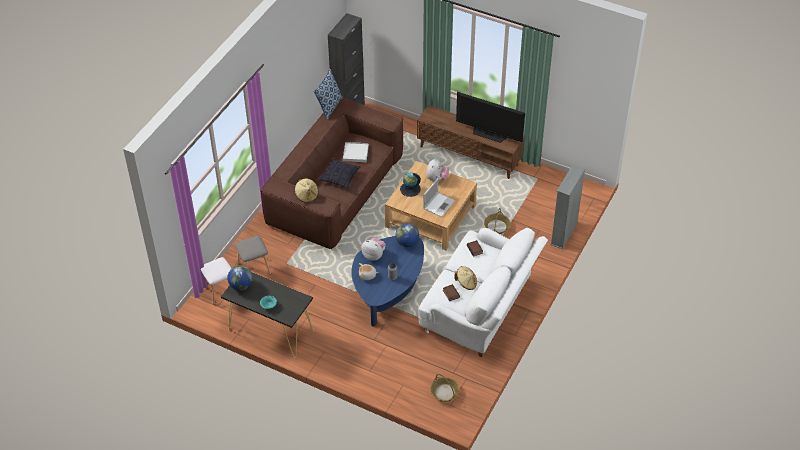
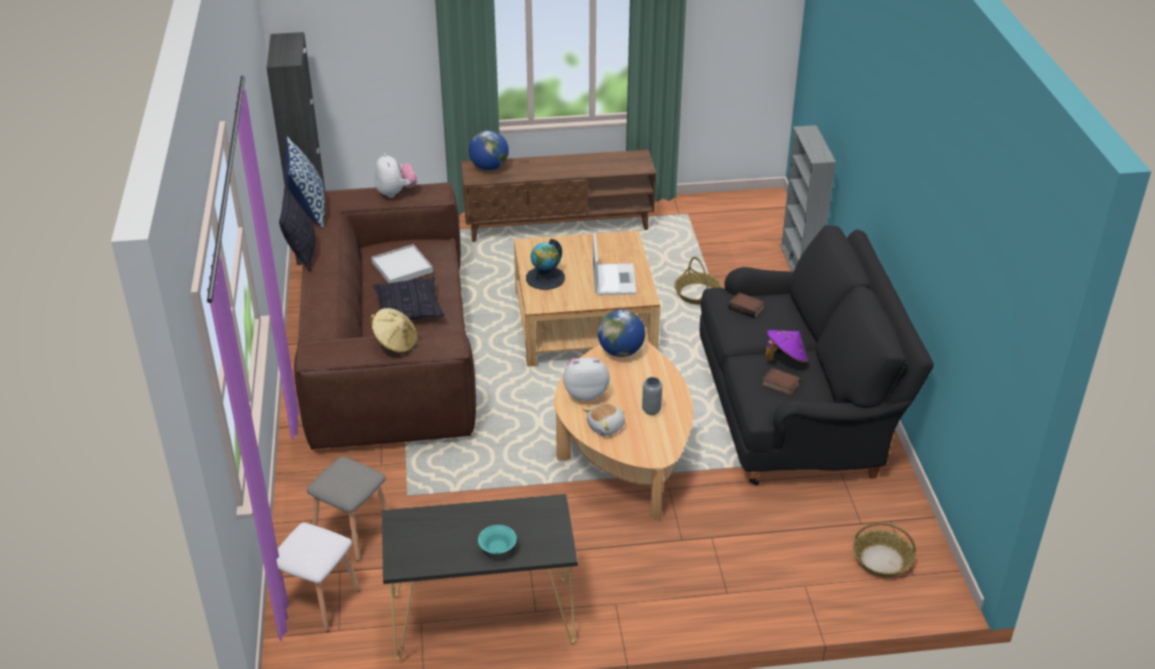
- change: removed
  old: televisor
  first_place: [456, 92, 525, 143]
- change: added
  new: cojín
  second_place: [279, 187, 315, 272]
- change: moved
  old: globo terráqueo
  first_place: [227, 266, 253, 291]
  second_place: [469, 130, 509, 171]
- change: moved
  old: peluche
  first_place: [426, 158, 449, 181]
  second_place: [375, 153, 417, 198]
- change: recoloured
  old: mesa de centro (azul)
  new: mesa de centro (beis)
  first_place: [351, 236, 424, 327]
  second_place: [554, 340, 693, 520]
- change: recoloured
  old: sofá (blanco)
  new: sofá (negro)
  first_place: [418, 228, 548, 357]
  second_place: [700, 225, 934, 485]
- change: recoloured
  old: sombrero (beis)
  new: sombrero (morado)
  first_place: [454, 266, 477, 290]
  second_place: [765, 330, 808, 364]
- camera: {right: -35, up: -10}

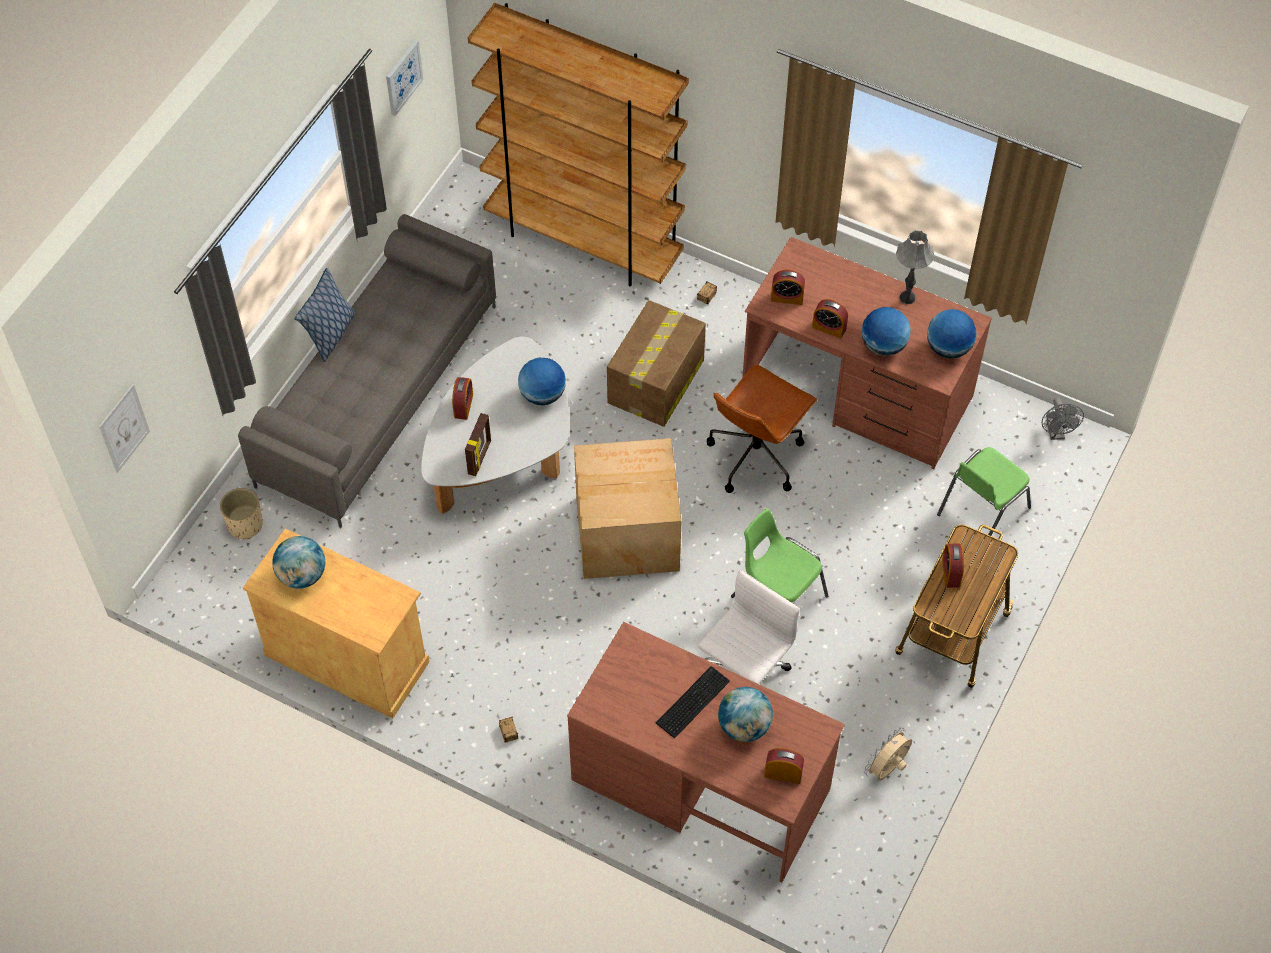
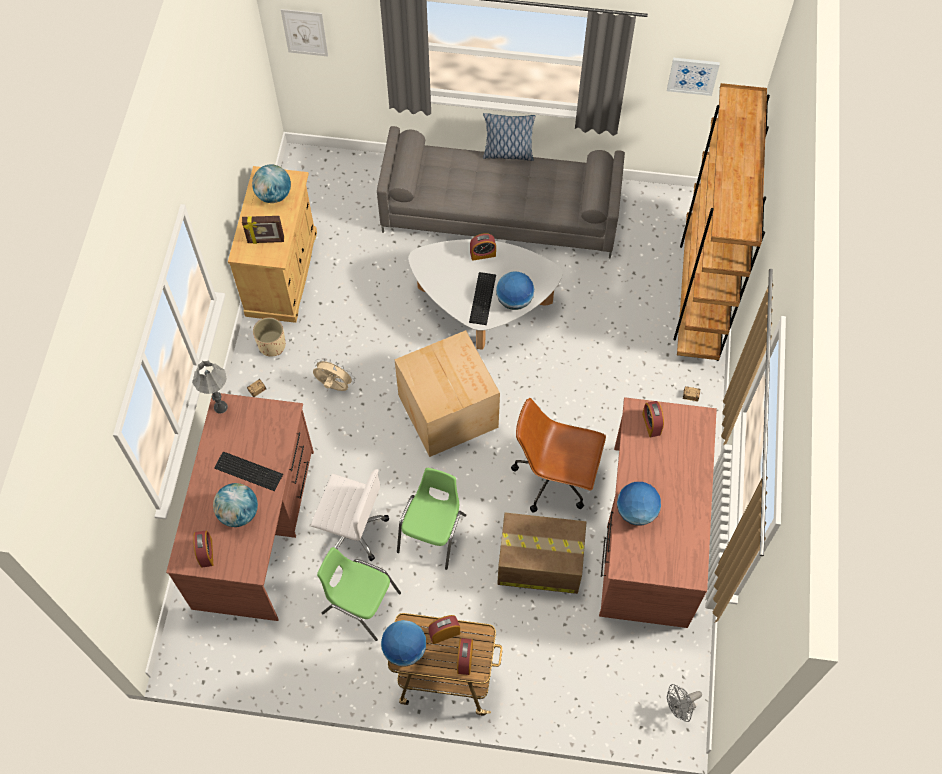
- change: added
  new: teclado
  second_place: [469, 272, 496, 325]
- change: moved
  old: maceta (beis)
  first_place: [220, 488, 263, 539]
  second_place: [253, 317, 286, 357]
- change: moved
  old: portarretratos
  first_place: [465, 413, 491, 476]
  second_place: [242, 216, 284, 244]
- change: moved
  old: caja de cartón
  first_place: [607, 300, 706, 427]
  second_place: [497, 512, 586, 594]
- change: moved
  old: despertador
  first_place: [812, 299, 848, 339]
  second_place: [457, 638, 473, 675]
- change: moved
  old: ventilador (beis)
  first_place: [864, 728, 912, 781]
  second_place: [313, 358, 355, 391]
- change: moved
  old: lámpara de mesa (gris)
  first_place: [896, 230, 935, 304]
  second_place: [192, 360, 228, 414]
- change: moved
  old: globo terráqueo
  first_place: [927, 309, 977, 359]
  second_place: [381, 620, 426, 667]
- change: moved
  old: silla (verde)
  first_place: [937, 447, 1031, 536]
  second_place: [317, 547, 401, 641]
- camera: {right: 70, up: 5}

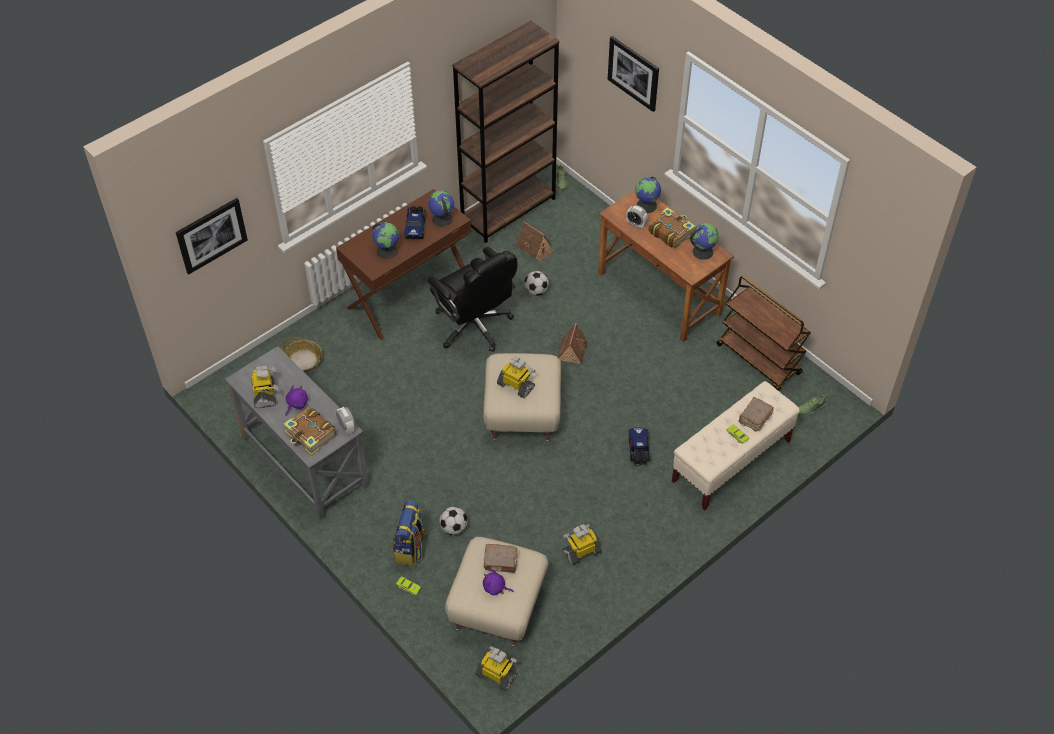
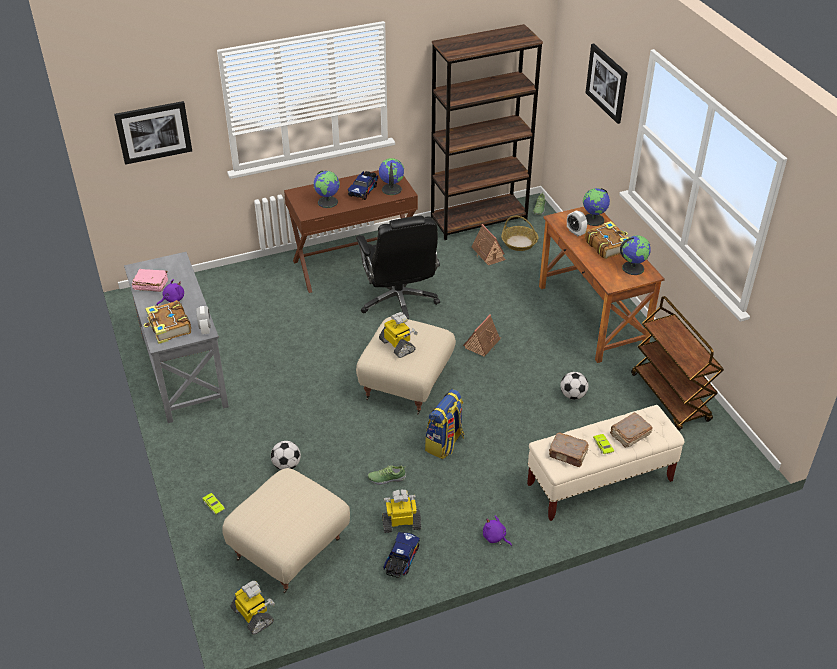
- change: moved
  old: cesta
  first_place: [282, 337, 322, 372]
  second_place: [501, 216, 538, 251]
- change: moved
  old: mochila
  first_place: [393, 500, 428, 566]
  second_place: [425, 389, 464, 459]
- change: moved
  old: libro (marrón)
  first_place: [483, 544, 518, 573]
  second_place: [549, 432, 589, 467]
- change: moved
  old: peluche (morado)
  first_place: [483, 569, 514, 595]
  second_place: [483, 516, 512, 546]
- change: moved
  old: balón de fútbol
  first_place: [524, 271, 549, 296]
  second_place: [560, 372, 588, 400]
- change: moved
  old: camión de juguete
  first_place: [629, 427, 650, 466]
  second_place: [383, 532, 420, 578]
- change: moved
  old: zapato
  first_place: [798, 395, 826, 416]
  second_place: [368, 465, 406, 485]
- change: replaced
  old: robot de juguete
  new: libro (rosa)
  first_place: [252, 365, 278, 408]
  second_place: [132, 269, 168, 292]
- camera: {right: 20, up: -10}

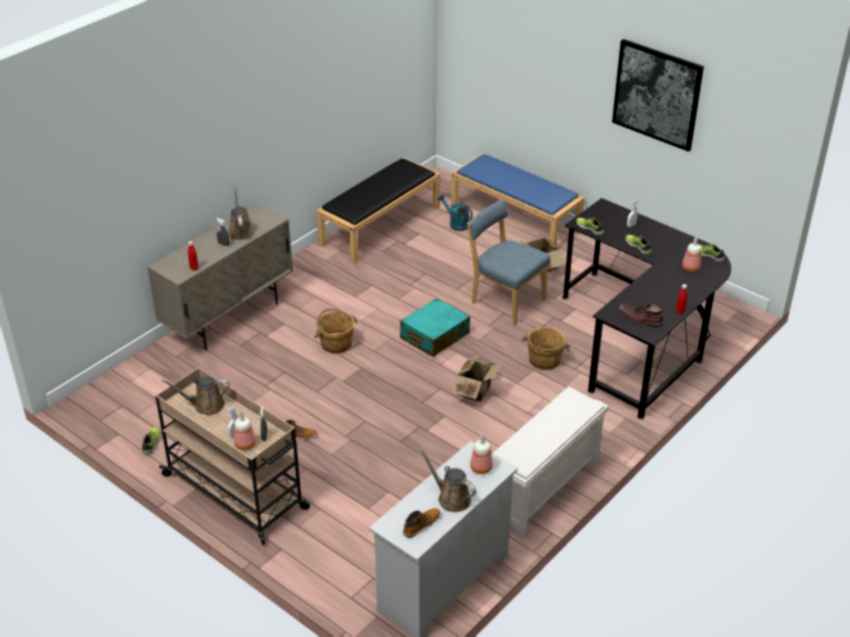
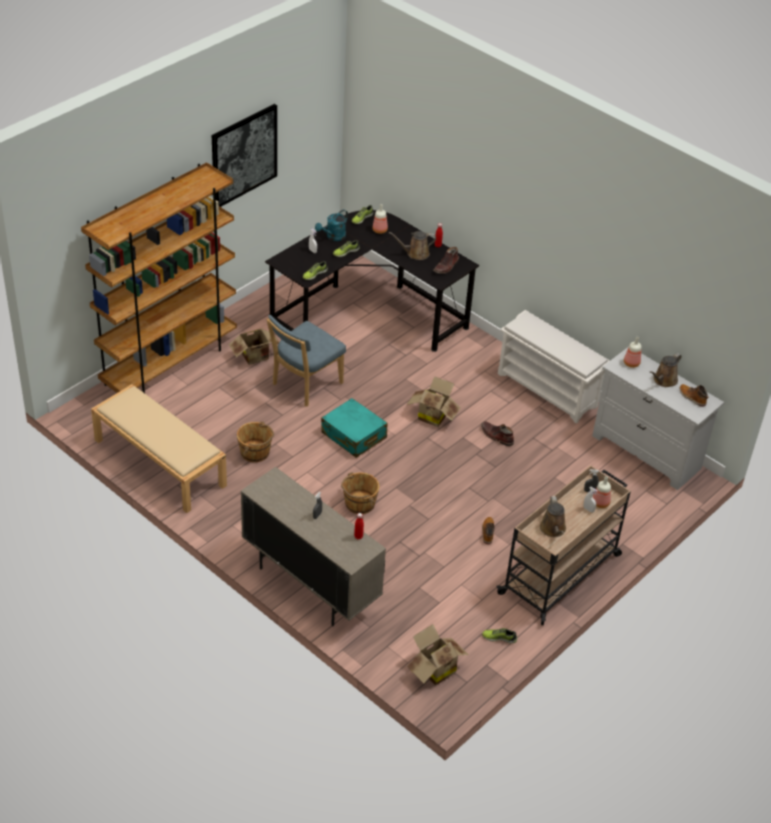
- change: added
  new: caja de cartón
  second_place: [407, 624, 468, 686]
- change: added
  new: bota (marrón)
  second_place: [481, 421, 514, 446]
- change: moved
  old: regadera (marrón)
  first_place: [228, 187, 254, 240]
  second_place: [389, 231, 436, 260]
- change: moved
  old: regadera (turquesa)
  first_place: [437, 194, 473, 231]
  second_place: [315, 210, 348, 241]
- change: moved
  old: cubo (marrón)
  first_place: [522, 327, 570, 370]
  second_place: [237, 421, 274, 462]
- change: replaced
  old: banco (azul)
  new: estantería (marrón)
  first_place: [451, 154, 585, 249]
  second_place: [81, 162, 237, 393]
- change: recoloured
  old: banco (negro)
  new: banco (beis)
  first_place: [316, 158, 440, 263]
  second_place: [91, 384, 227, 513]
- camera: {right: -90, up: 5}

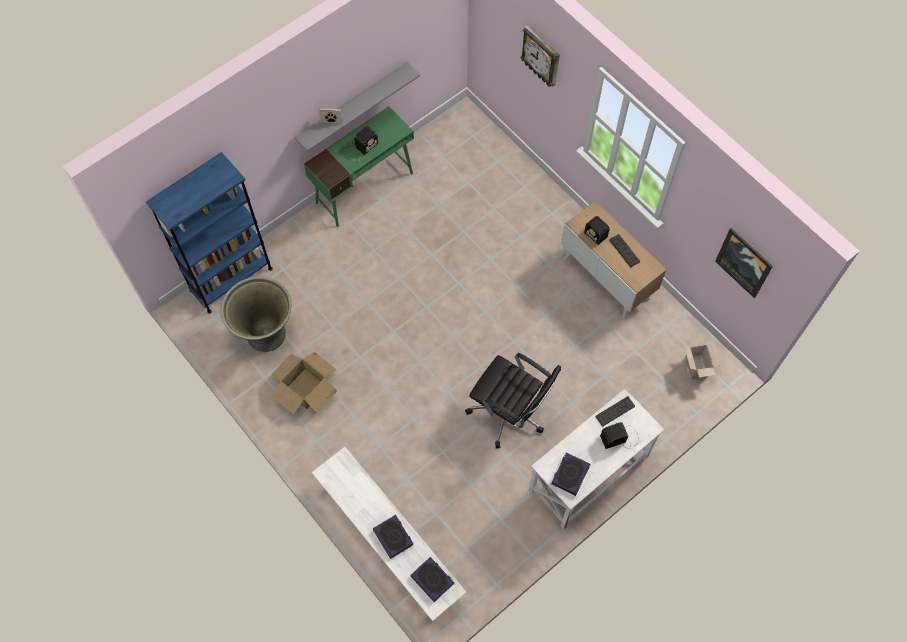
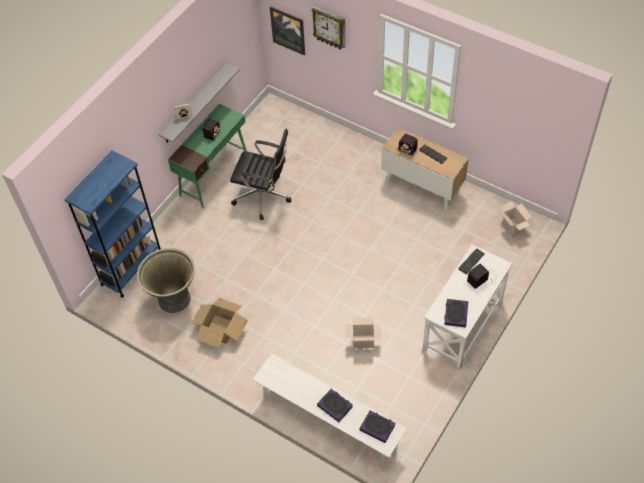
- change: added
  new: caja de cartón
  second_place: [346, 317, 382, 349]
- change: moved
  old: silla de oficina (negro)
  first_place: [465, 353, 561, 448]
  second_place: [230, 129, 291, 220]
- change: moved
  old: cuadro
  first_place: [715, 228, 773, 298]
  second_place: [270, 6, 305, 56]
- camera: {right: -15, up: -10}

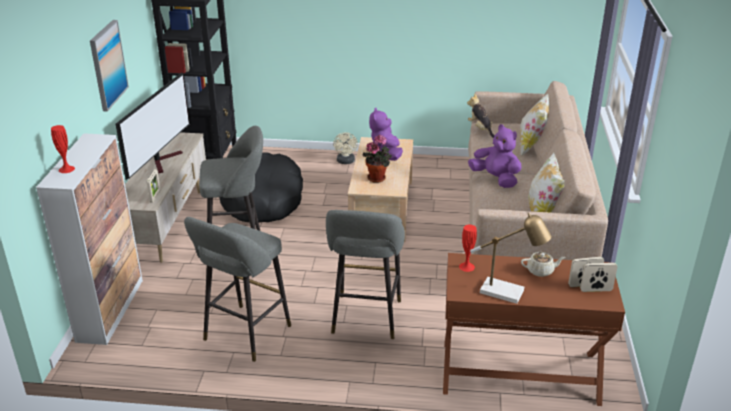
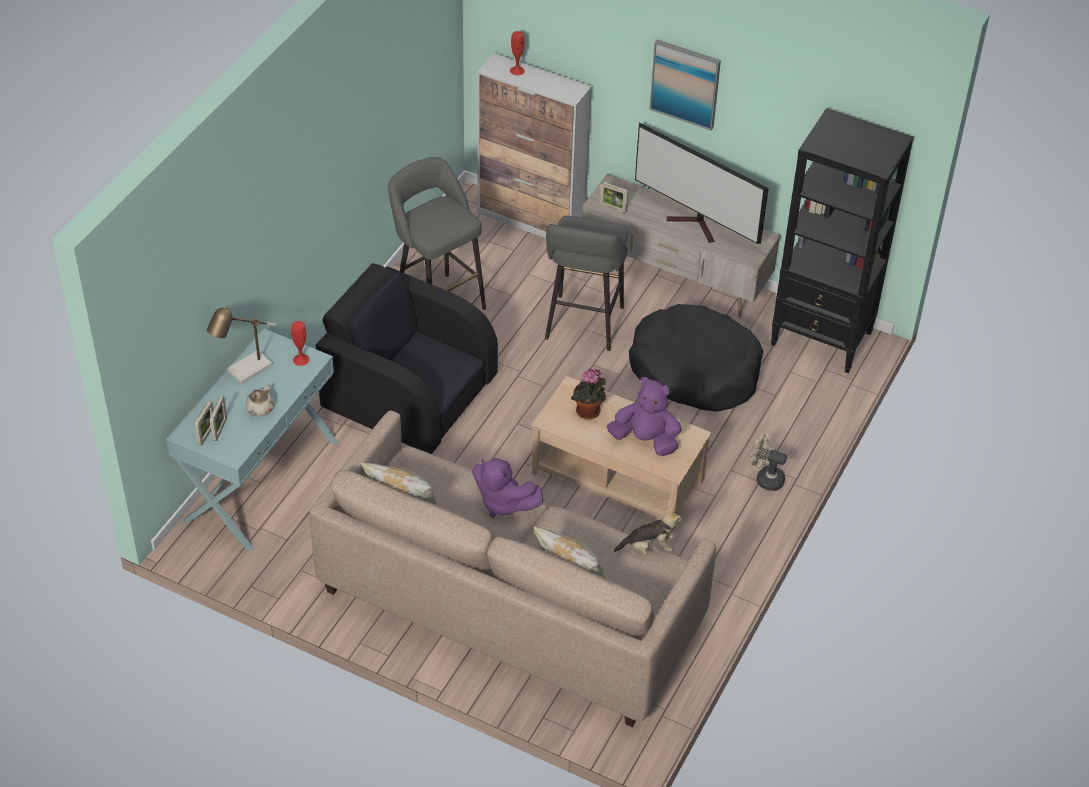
- change: replaced
  old: taburete (gris)
  new: sillón (negro)
  first_place: [326, 210, 405, 339]
  second_place: [315, 263, 498, 454]
- change: recoloured
  old: mesa consola (marrón)
  new: mesa consola (turquesa)
  first_place: [443, 253, 625, 406]
  second_place: [166, 329, 338, 551]
- change: turned
  old: peluche (morado)
  first_place: [468, 124, 521, 188]
  second_place: [472, 458, 543, 518]
  degrees: 60
- camera: {right: 110, up: 15}

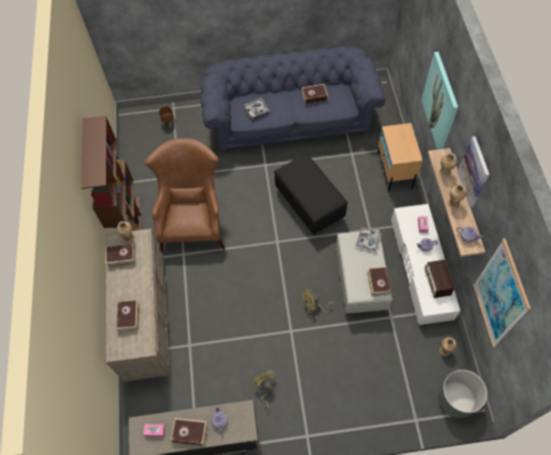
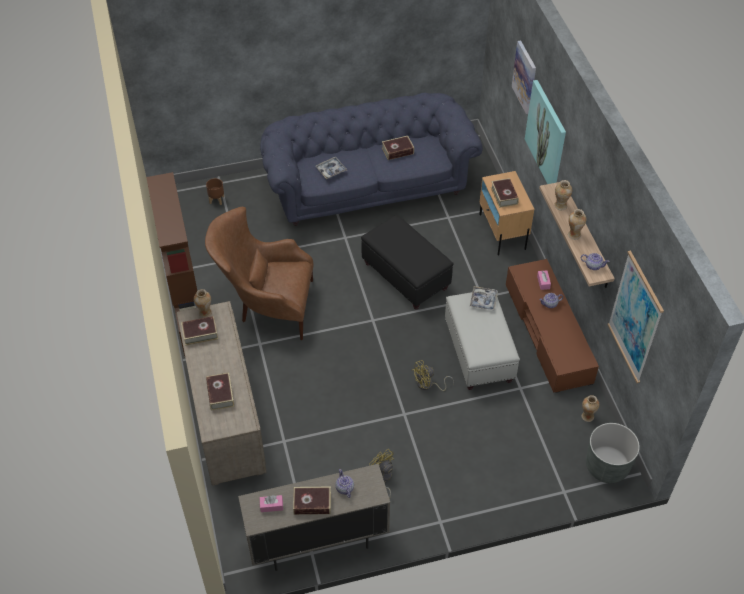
- change: removed
  old: radio
  first_place: [425, 260, 454, 298]
- change: moved
  old: libro
  first_place: [367, 266, 391, 297]
  second_place: [491, 178, 519, 208]
- change: moved
  old: cuadro
  first_place: [458, 136, 490, 207]
  second_place: [512, 40, 536, 114]
- change: recoloured
  old: mueble de televisión (blanco)
  new: mueble de televisión (marrón)
  first_place: [391, 204, 460, 325]
  second_place: [506, 259, 599, 393]
- change: turned
  old: sillón (marrón)
  first_place: [145, 138, 225, 253]
  second_place: [205, 207, 314, 340]
  degrees: -75
- camera: {right: -10, up: -10}

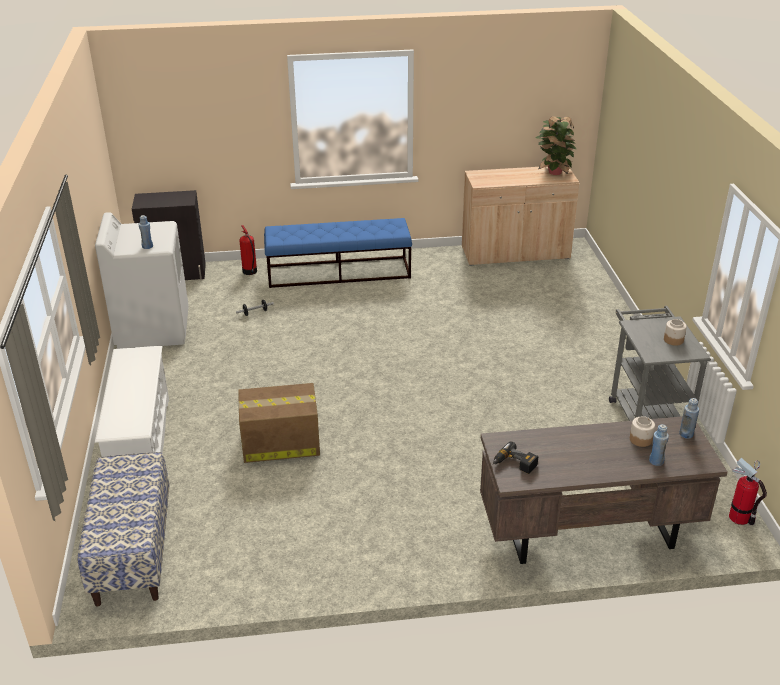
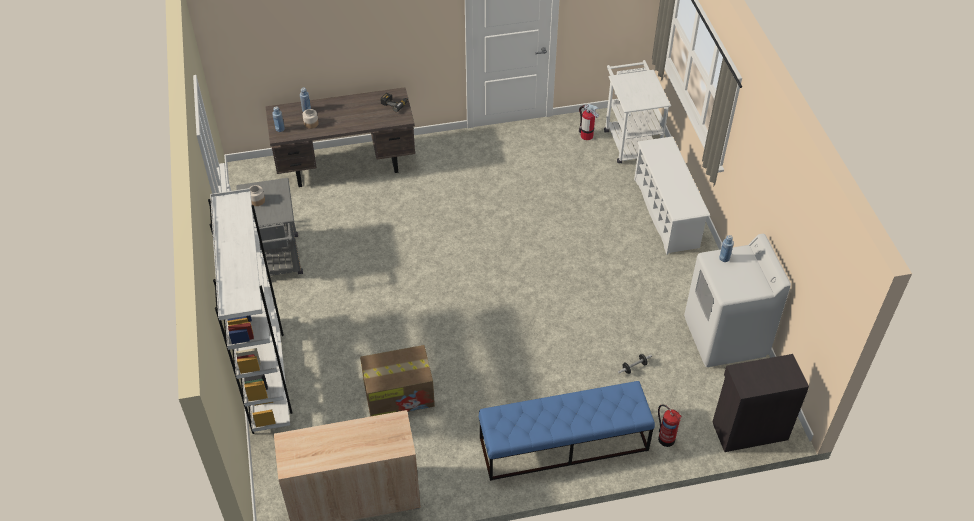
- change: removed
  old: planta en maceta
  first_place: [536, 116, 576, 175]
- change: added
  new: estantería (blanco)
  second_place: [208, 188, 292, 434]
- change: moved
  old: caja de cartón
  first_place: [238, 383, 320, 463]
  second_place: [360, 345, 435, 417]
- change: moved
  old: extintor
  first_place: [729, 458, 767, 525]
  second_place: [579, 104, 599, 140]
- change: replaced
  old: banco
  new: carrito (blanco)
  first_place: [78, 452, 169, 606]
  second_place: [604, 60, 671, 163]
- camera: {right: 175, up: 15}

